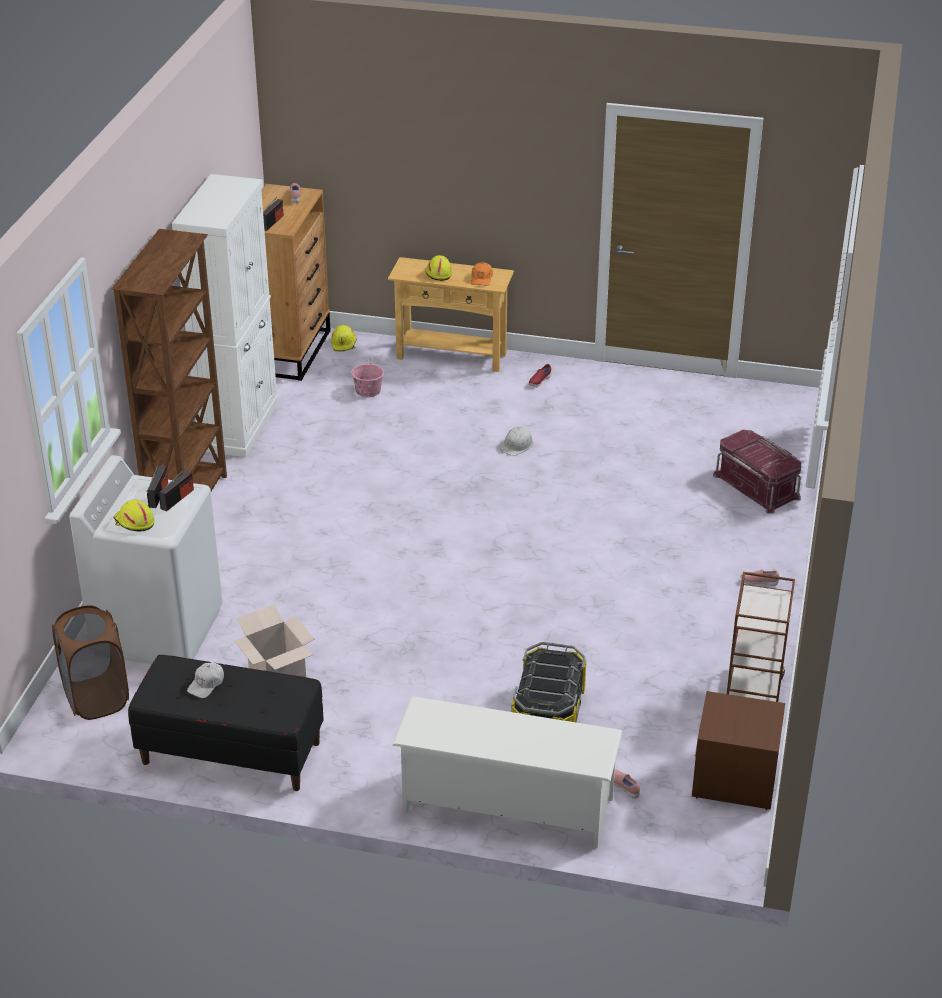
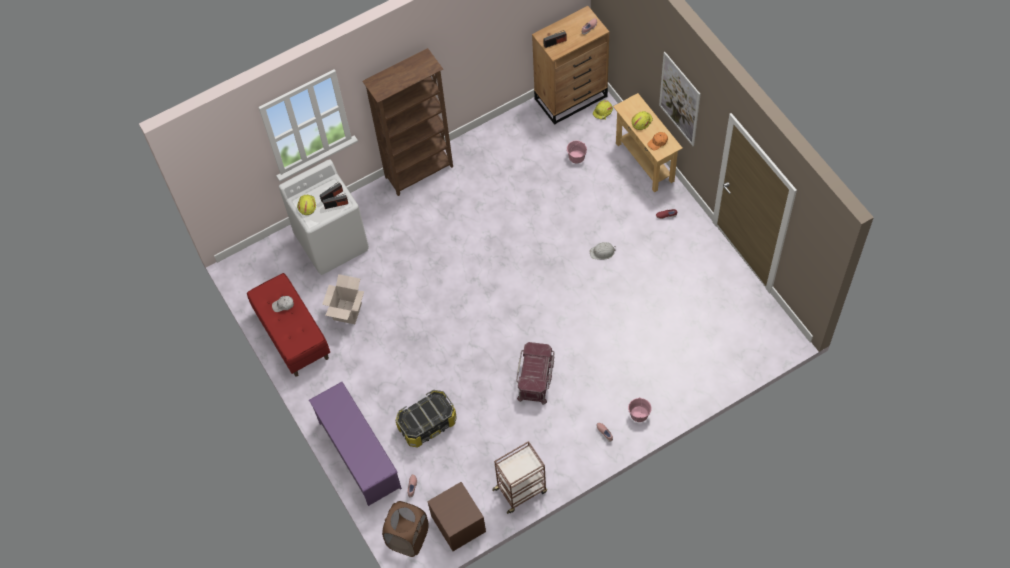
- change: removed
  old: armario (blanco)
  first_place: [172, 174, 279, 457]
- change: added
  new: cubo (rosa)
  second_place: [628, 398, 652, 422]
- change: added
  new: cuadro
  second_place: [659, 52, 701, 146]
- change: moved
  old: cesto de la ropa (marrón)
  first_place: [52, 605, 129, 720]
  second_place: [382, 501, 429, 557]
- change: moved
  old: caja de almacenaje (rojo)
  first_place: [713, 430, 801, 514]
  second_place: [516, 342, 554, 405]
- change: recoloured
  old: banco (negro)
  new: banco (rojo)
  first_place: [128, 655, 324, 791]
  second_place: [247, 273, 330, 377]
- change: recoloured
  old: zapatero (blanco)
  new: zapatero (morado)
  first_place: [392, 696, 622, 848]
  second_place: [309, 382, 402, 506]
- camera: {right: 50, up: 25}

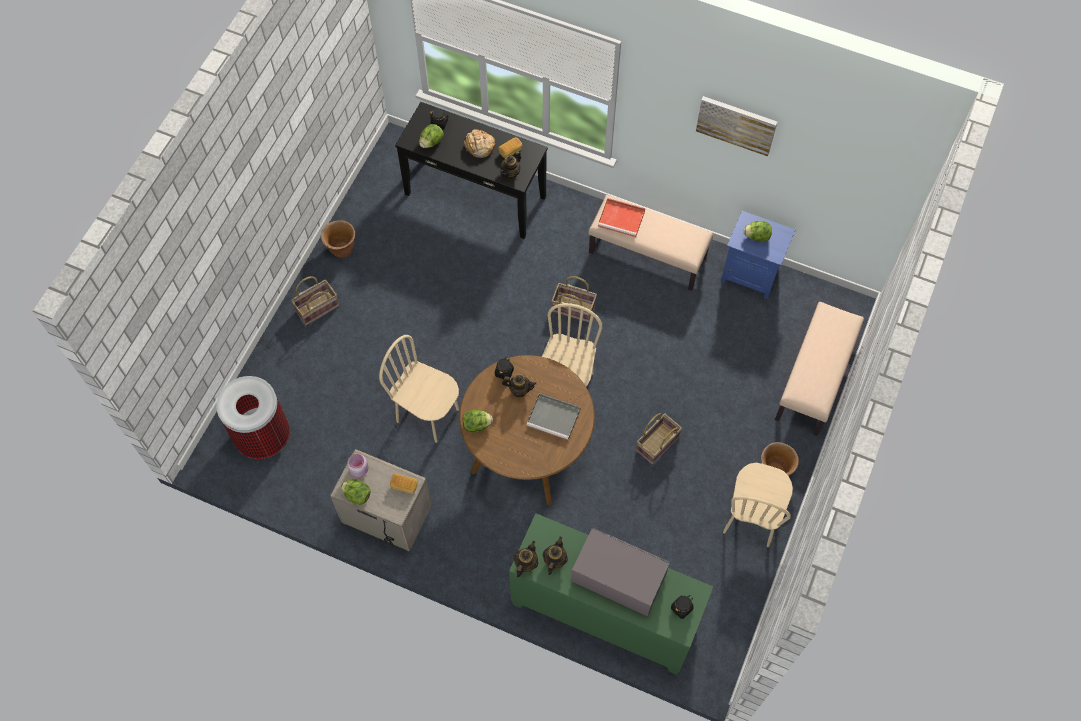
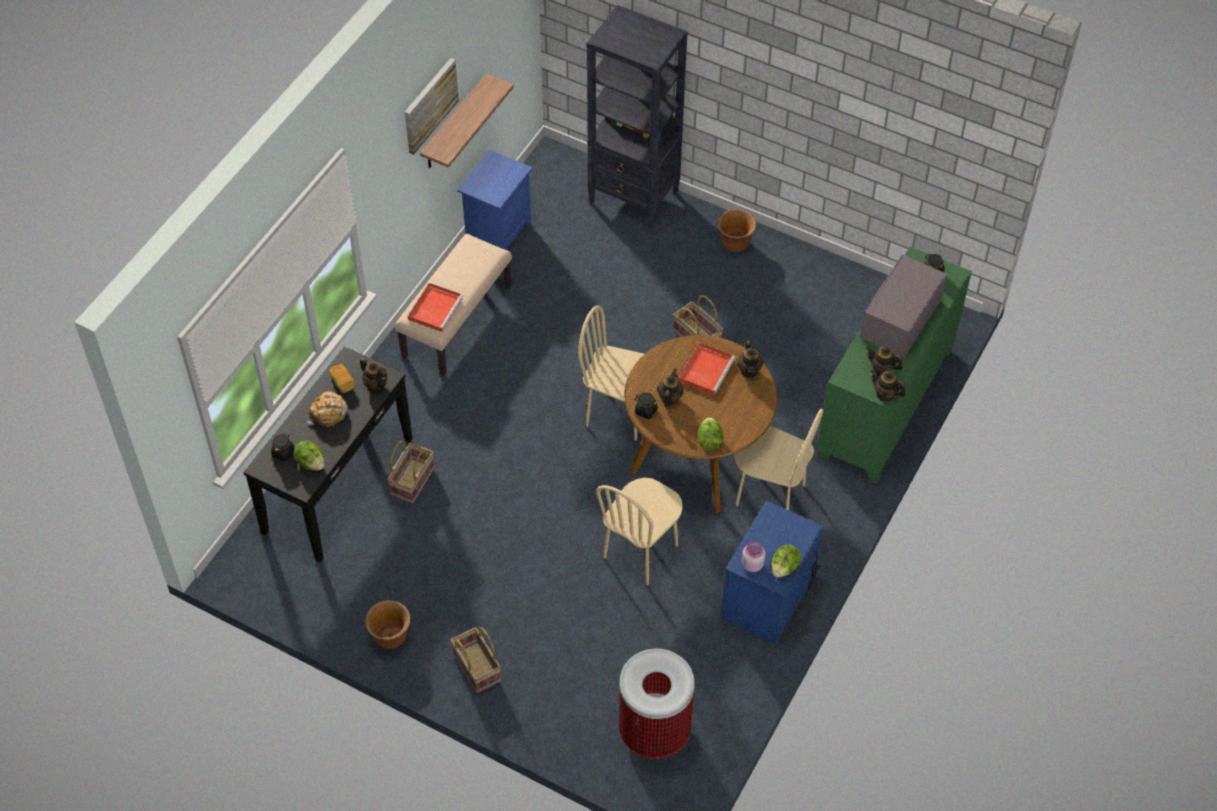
- change: removed
  old: pan
  first_place: [390, 474, 417, 494]
- change: removed
  old: lechuga
  first_place: [744, 221, 772, 242]
- change: added
  new: estante
  second_place: [420, 73, 514, 168]
- change: added
  new: tetera
  second_place: [737, 340, 763, 378]
- change: moved
  old: cesta
  first_place: [552, 276, 597, 323]
  second_place: [387, 441, 435, 504]
- change: moved
  old: silla (beis)
  first_place: [723, 463, 793, 547]
  second_place: [734, 409, 824, 510]
- change: replaced
  old: banco (beis)
  new: estantería (negro)
  first_place: [775, 302, 864, 436]
  second_place: [587, 5, 688, 229]
- change: recoloured
  old: mesita de noche (beis)
  new: mesita de noche (azul)
  first_place: [330, 449, 432, 552]
  second_place: [721, 500, 823, 645]
- change: recoloured
  old: bandeja (gris)
  new: bandeja (rojo)
  first_place: [527, 393, 581, 440]
  second_place: [678, 342, 736, 395]
- camera: {right: -85, up: -10}

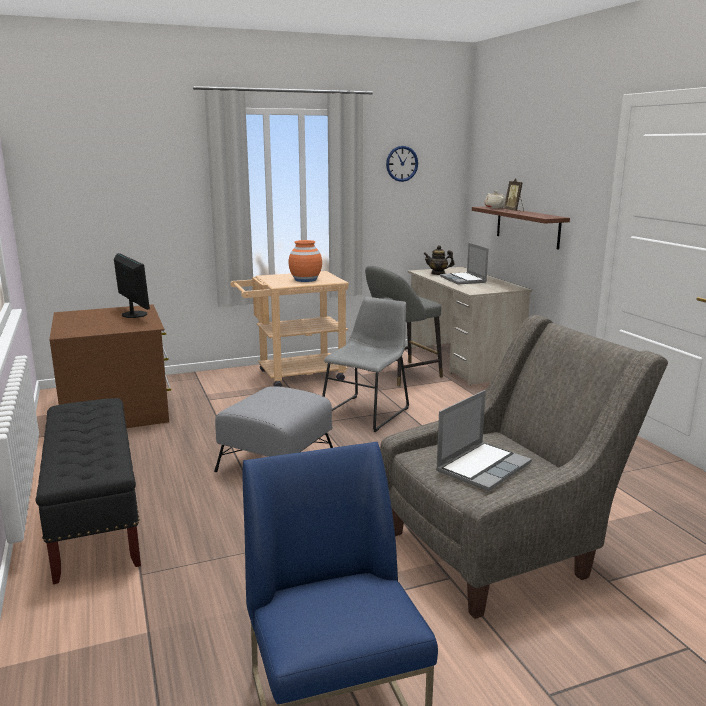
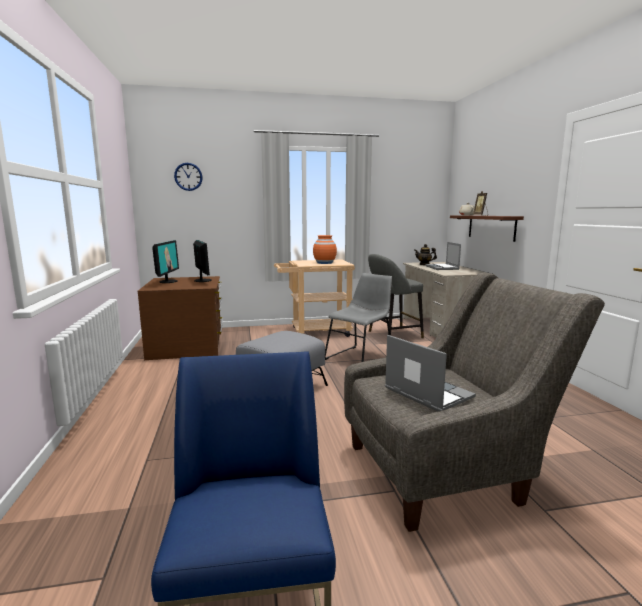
- change: removed
  old: banco (negro)
  first_place: [35, 398, 141, 584]
- change: added
  new: monitor
  second_place: [152, 240, 179, 283]
- change: moved
  old: reloj de pared
  first_place: [386, 146, 418, 182]
  second_place: [174, 163, 203, 191]
- change: turned
  old: portátil
  first_place: [436, 390, 532, 491]
  second_place: [385, 335, 476, 412]
  degrees: -90
- camera: {right: 10, up: -5}

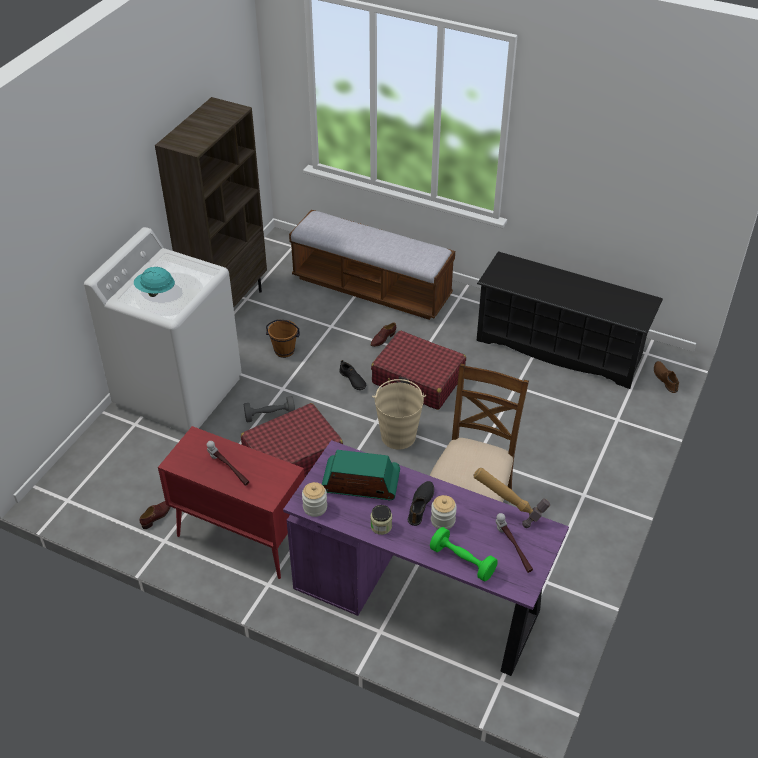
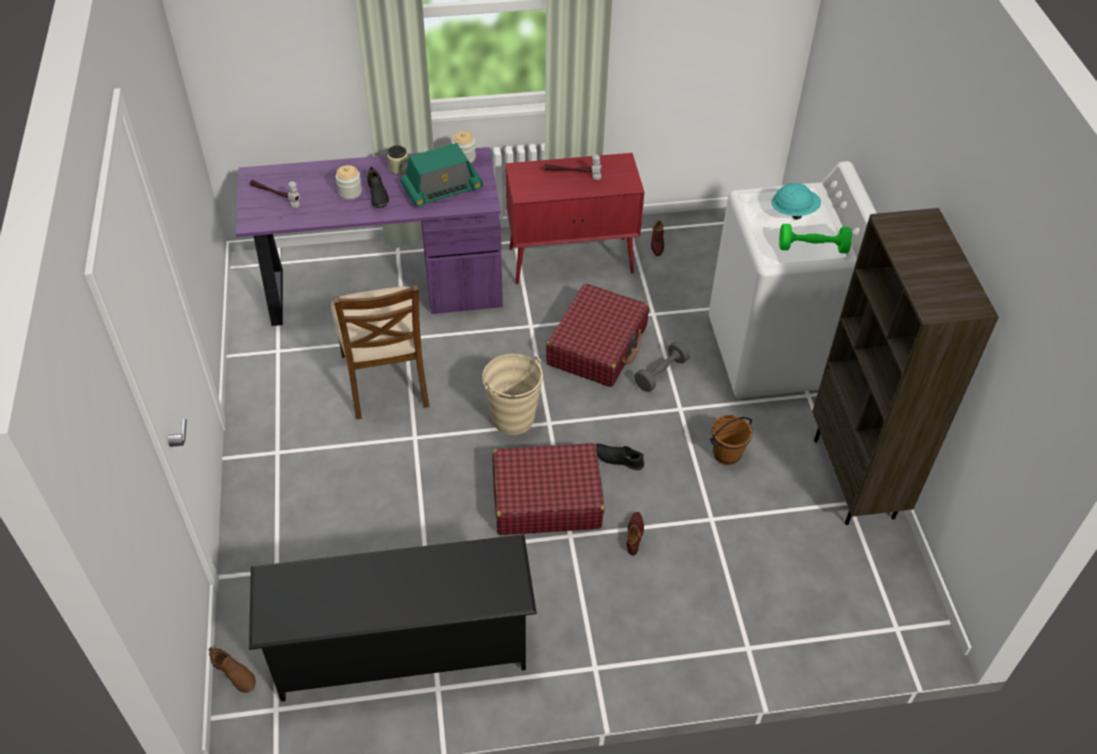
- change: removed
  old: banco
  first_place: [289, 210, 455, 320]
- change: removed
  old: martillo
  first_place: [474, 468, 550, 528]
- change: moved
  old: mancuerna (verde)
  first_place: [430, 527, 498, 582]
  second_place: [779, 224, 852, 254]
- camera: {right: 145, up: 5}

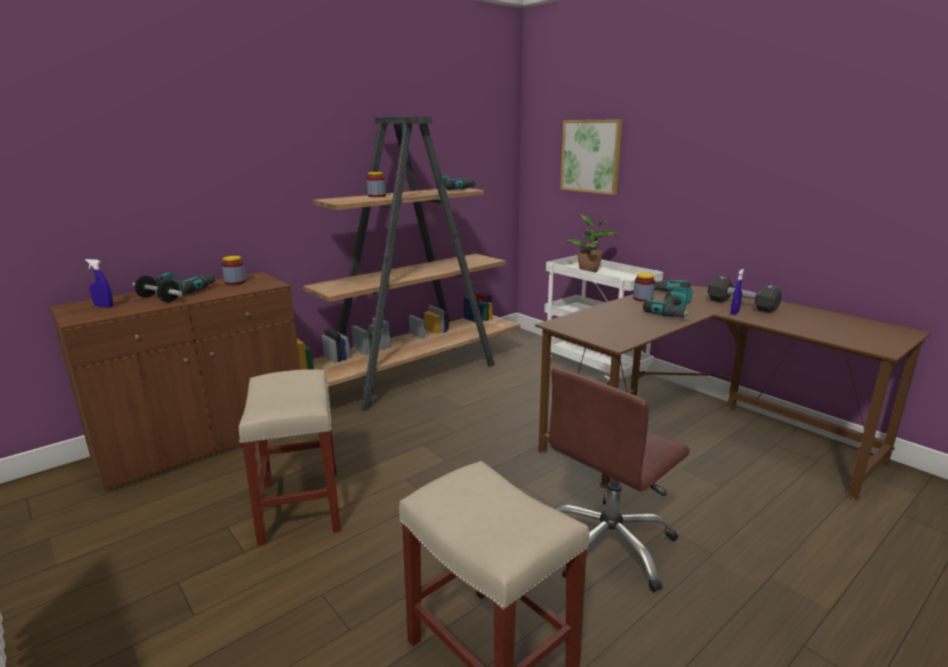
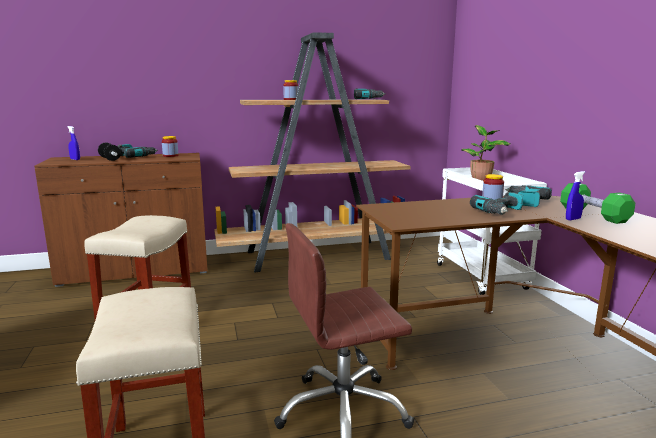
- change: removed
  old: cuadro
  first_place: [560, 119, 622, 195]
- change: recoloured
  old: mancuerna (negro)
  new: mancuerna (verde)
  first_place: [708, 276, 782, 313]
  second_place: [560, 183, 635, 224]
- camera: {right: 25, up: -5}

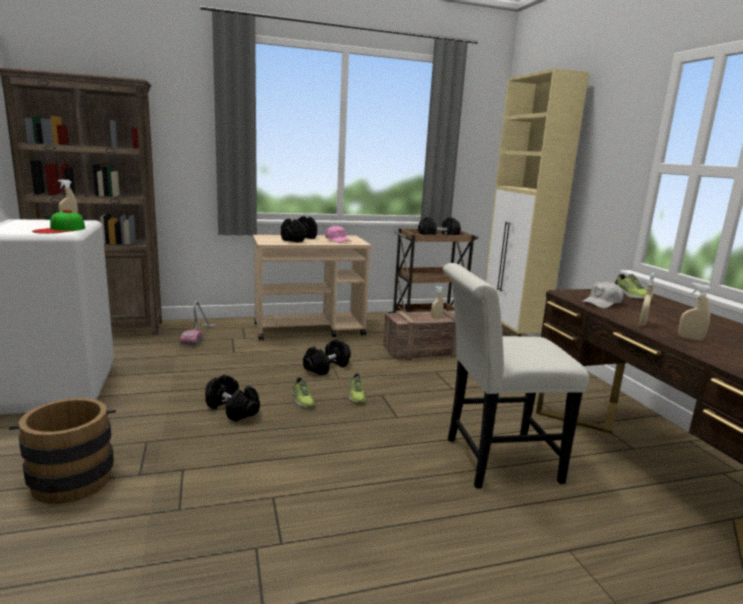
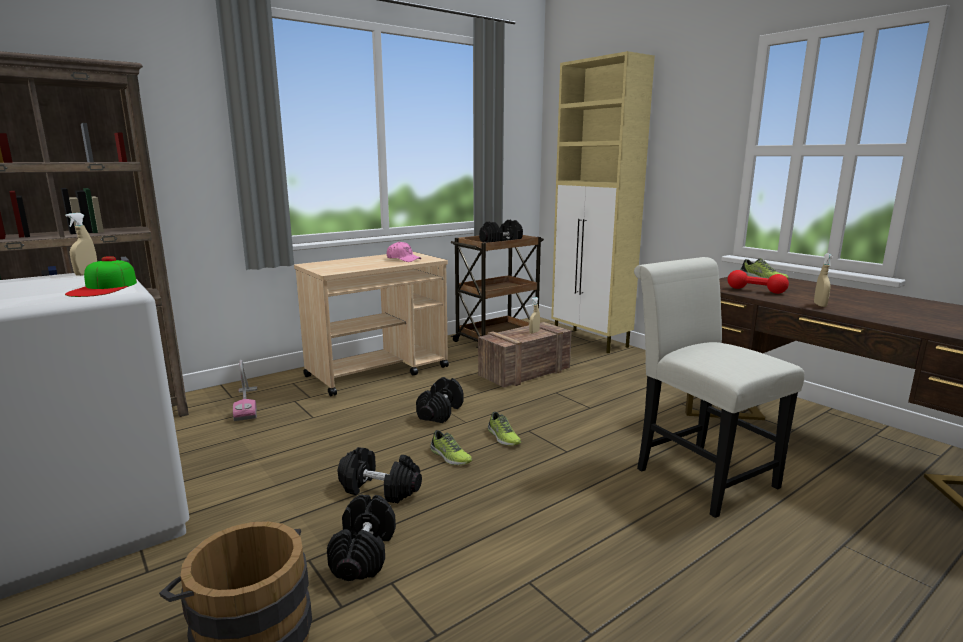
- change: removed
  old: pulverizador (beis)
  first_place: [678, 283, 712, 341]
- change: moved
  old: mancuerna (negro)
  first_place: [281, 216, 317, 242]
  second_place: [327, 494, 396, 581]
- change: replaced
  old: gorra (blanco)
  new: mancuerna (rojo)
  first_place: [581, 281, 624, 308]
  second_place: [728, 270, 789, 294]
- change: turned
  old: silla (blanco)
  first_place: [443, 263, 589, 489]
  second_place: [634, 257, 805, 518]
  degrees: 90
- camera: {right: -20, up: 0}

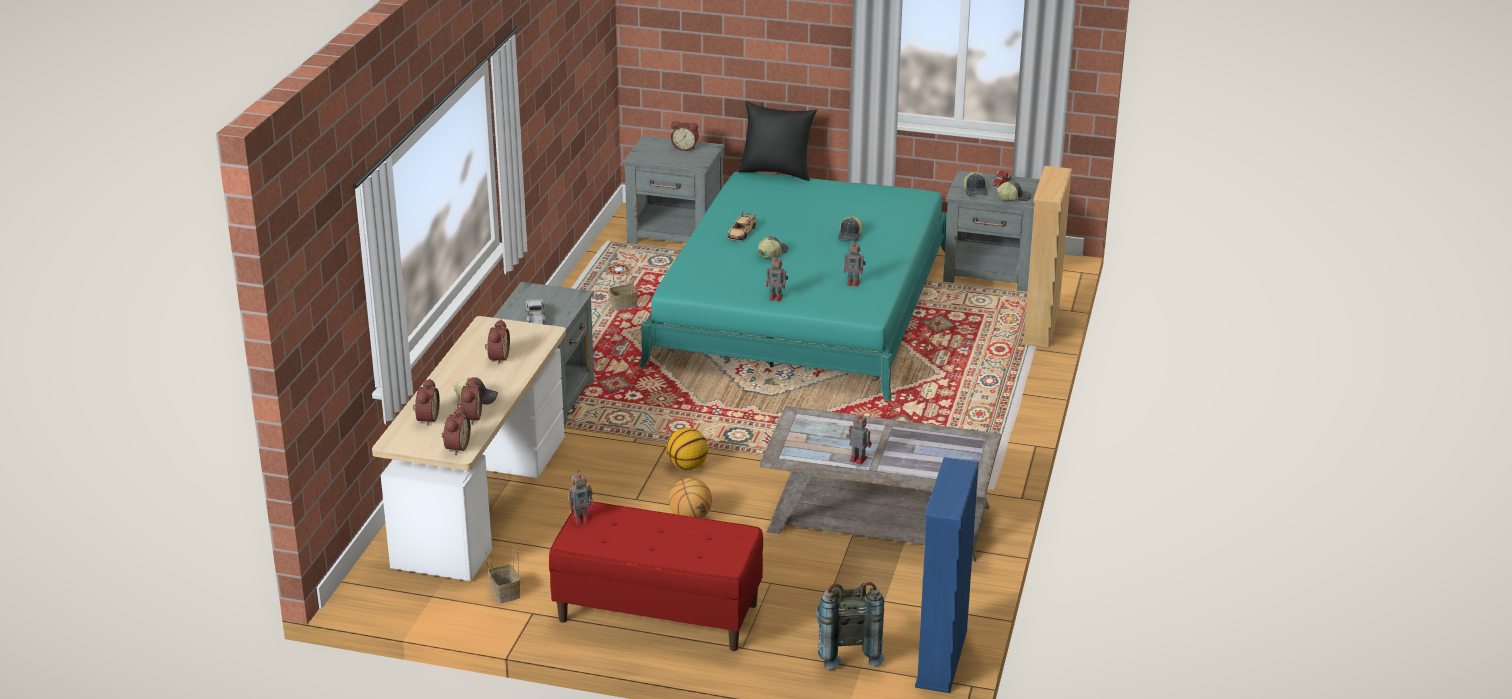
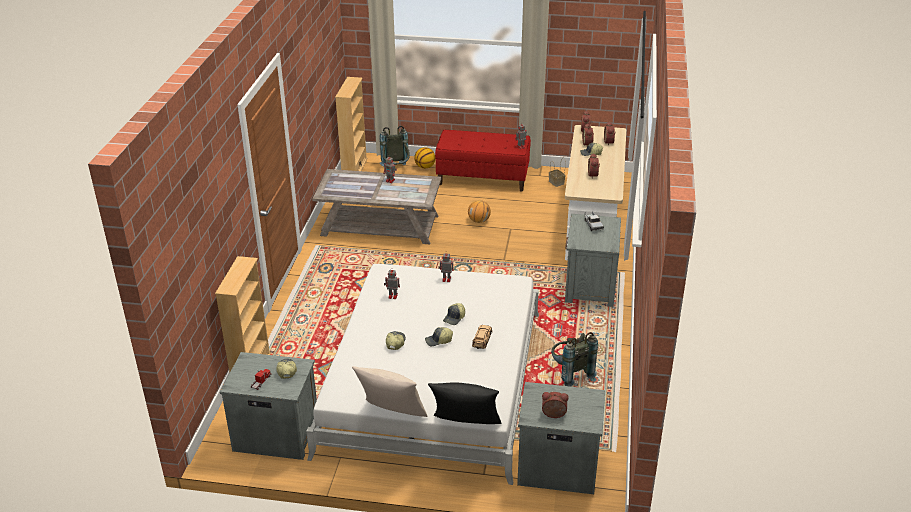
- change: added
  new: cojín (beis)
  second_place: [352, 366, 428, 417]
- change: moved
  old: balón de baloncesto
  first_place: [666, 428, 708, 470]
  second_place: [414, 147, 435, 169]
- change: moved
  old: gorra
  first_place: [997, 181, 1031, 201]
  second_place: [425, 327, 453, 346]
- change: replaced
  old: cesta
  new: mochila (gris)
  first_place: [609, 260, 638, 311]
  second_place: [551, 332, 598, 387]
- change: recoloured
  old: cama (turquesa)
  new: cama (blanco)
  first_place: [639, 172, 947, 401]
  second_place: [306, 264, 539, 485]
- change: recoloured
  old: estantería (azul)
  new: estantería (beis)
  first_place: [915, 457, 979, 693]
  second_place: [335, 77, 368, 171]
- camera: {right: 175, up: 5}

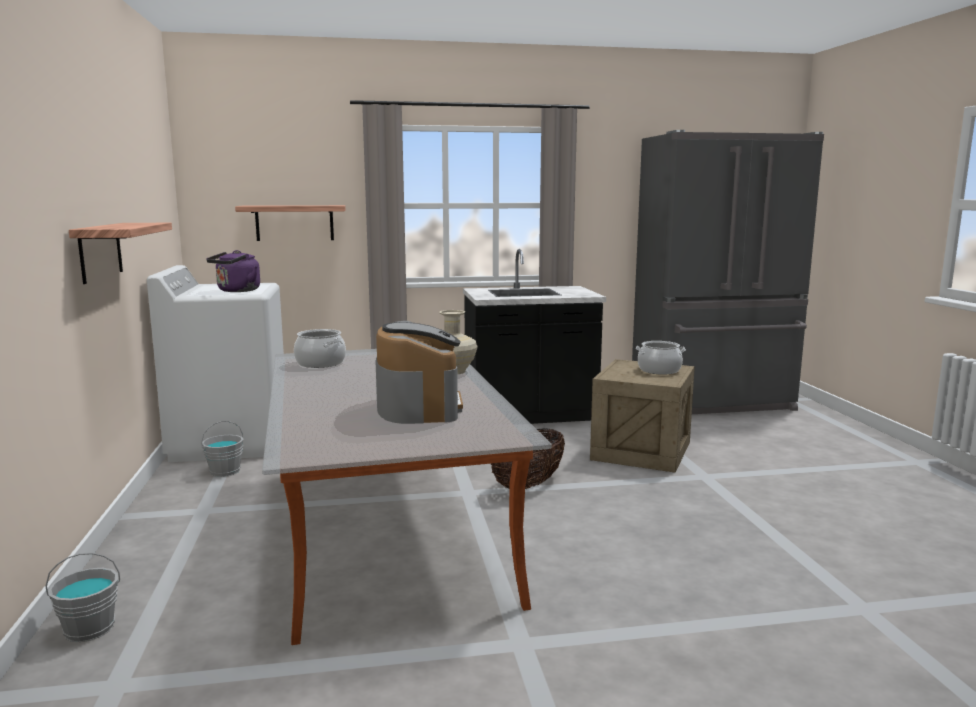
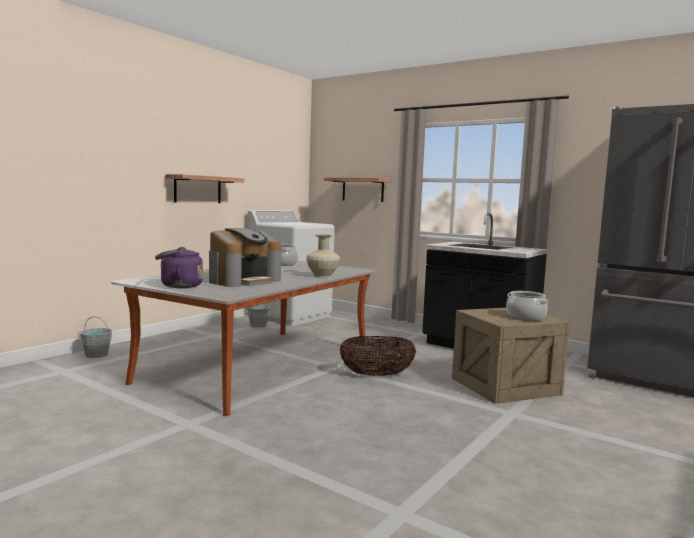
- change: moved
  old: hervidor (morado)
  first_place: [206, 250, 260, 292]
  second_place: [155, 247, 203, 288]
- camera: {right: 45, up: -5}

